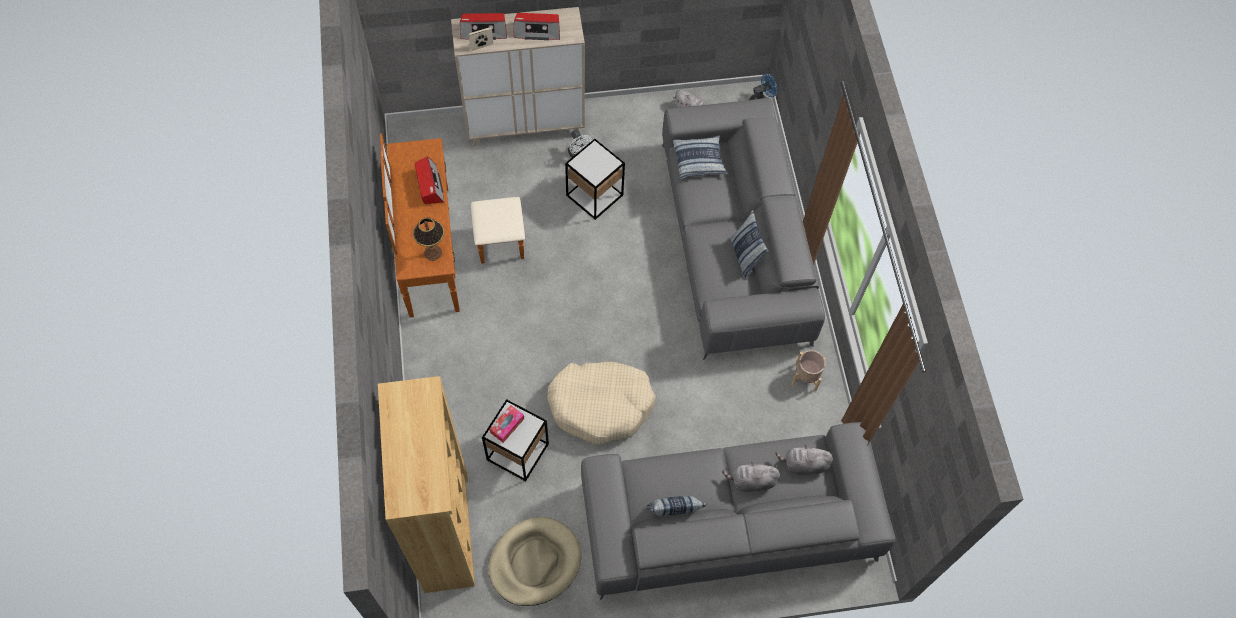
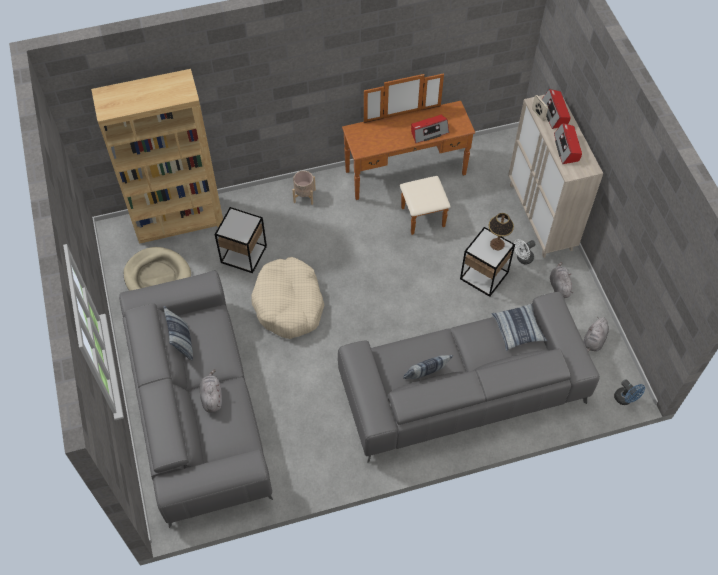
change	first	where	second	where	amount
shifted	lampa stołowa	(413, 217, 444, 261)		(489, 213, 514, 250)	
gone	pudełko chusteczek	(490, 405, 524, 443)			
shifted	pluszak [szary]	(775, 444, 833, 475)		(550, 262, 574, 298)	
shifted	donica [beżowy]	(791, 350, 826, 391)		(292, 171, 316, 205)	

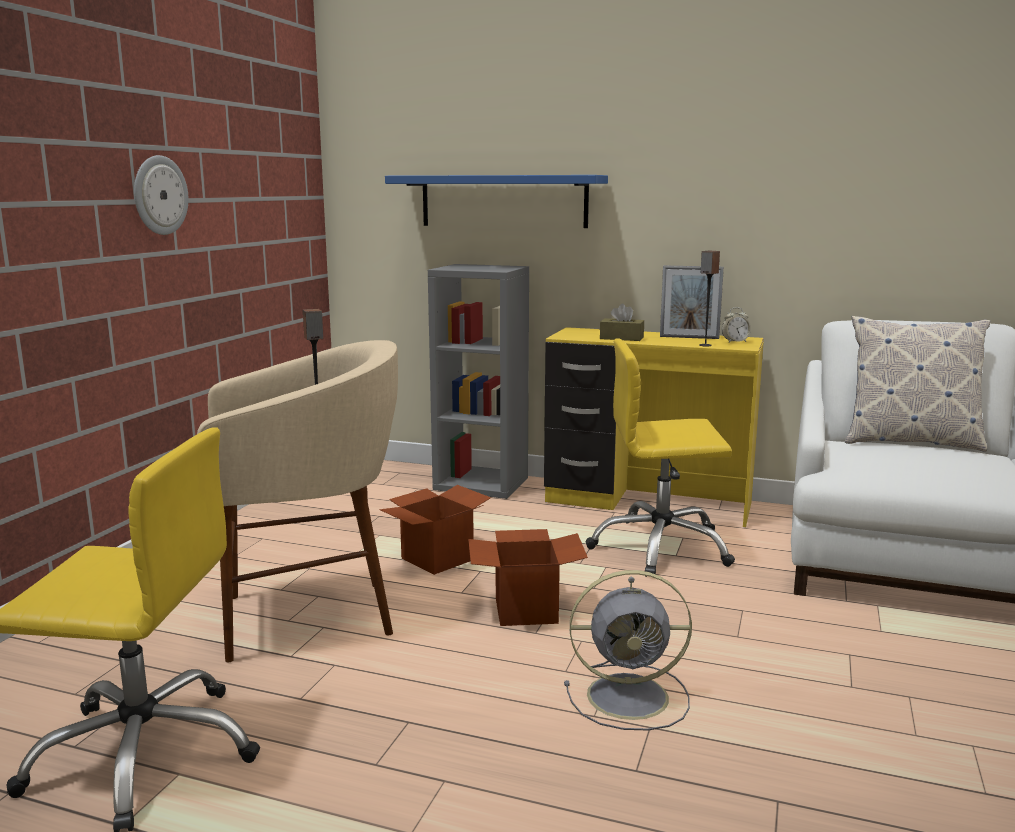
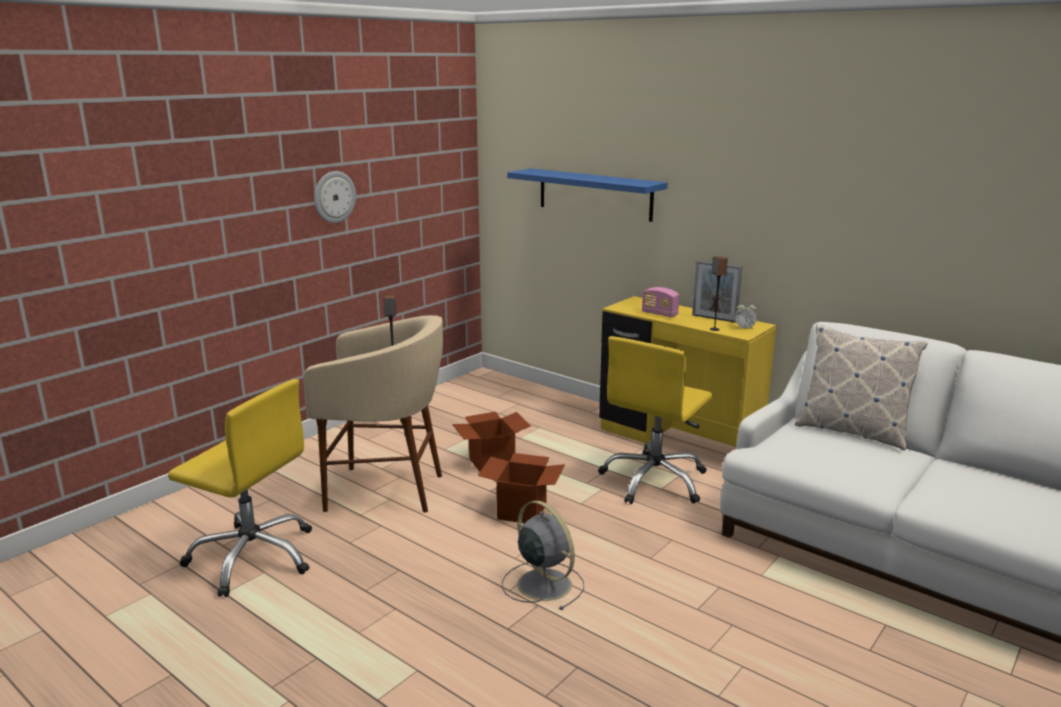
change	first	where	second	where	amount
gone	regał [szary]	(428, 264, 529, 499)			
rotated	wentylator [szary]	(564, 570, 692, 730)		(502, 501, 584, 610)	150 degrees counterclockwise
rotated	krzesło biurowe [żółty]	(586, 338, 735, 577)		(598, 336, 713, 504)	75 degrees counterclockwise
swapped	pudełko chusteczek [brązowy]	(600, 304, 644, 341)	radio	(642, 287, 679, 317)	

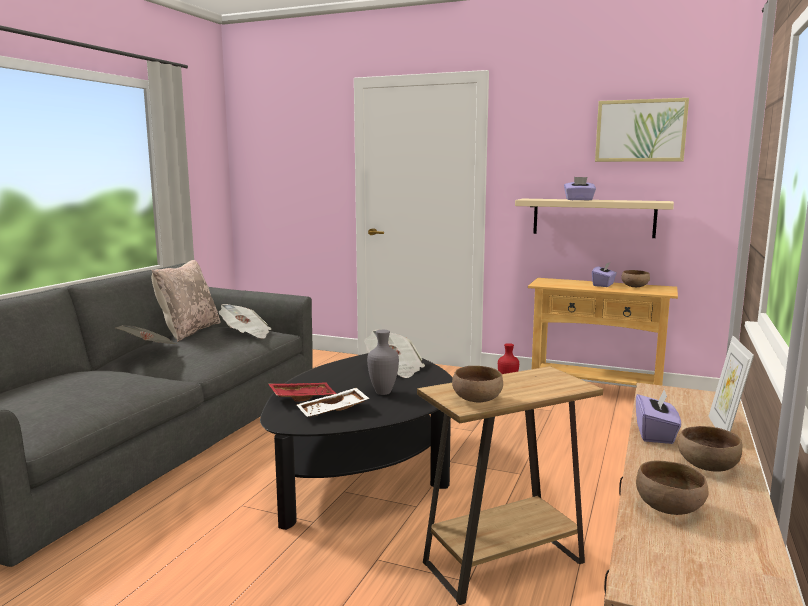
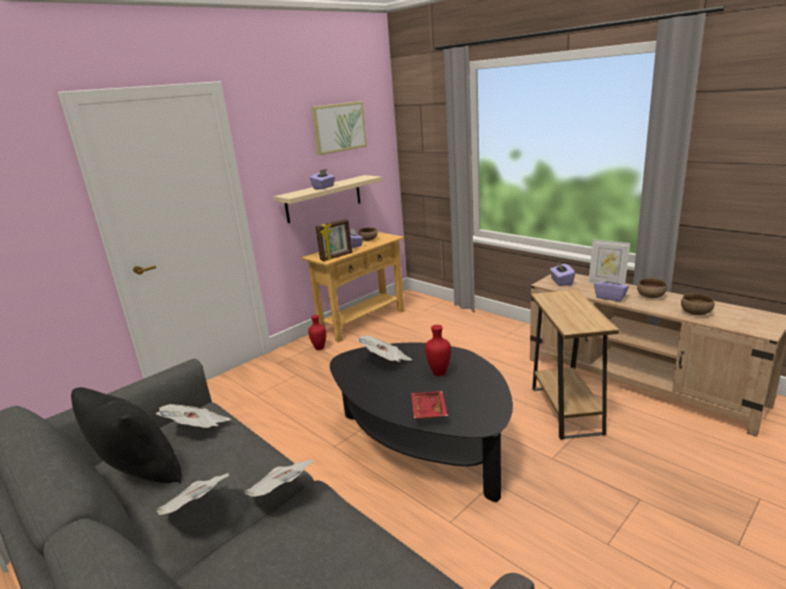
change	first	where	second	where	amount
repainted	poduszka [beżowy]	(152, 260, 220, 342)	poduszka [czarny]	(71, 387, 182, 483)	
gone	taca [biały]	(297, 388, 370, 417)			
repainted	wazon [szary]	(367, 330, 399, 395)	wazon [czerwony]	(425, 325, 451, 376)	
gone	miska [brązowy]	(452, 366, 503, 402)			
new			gazeta	(244, 459, 314, 497)	
new			ramka na zdjęcie	(316, 219, 352, 261)	
new			pudełko chusteczek [fioletowy]	(549, 262, 575, 286)	

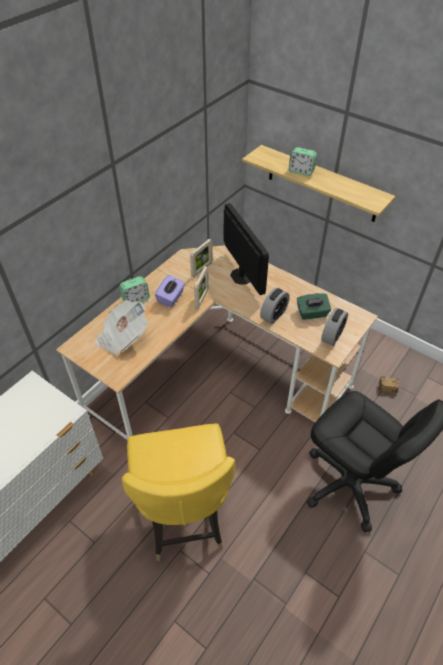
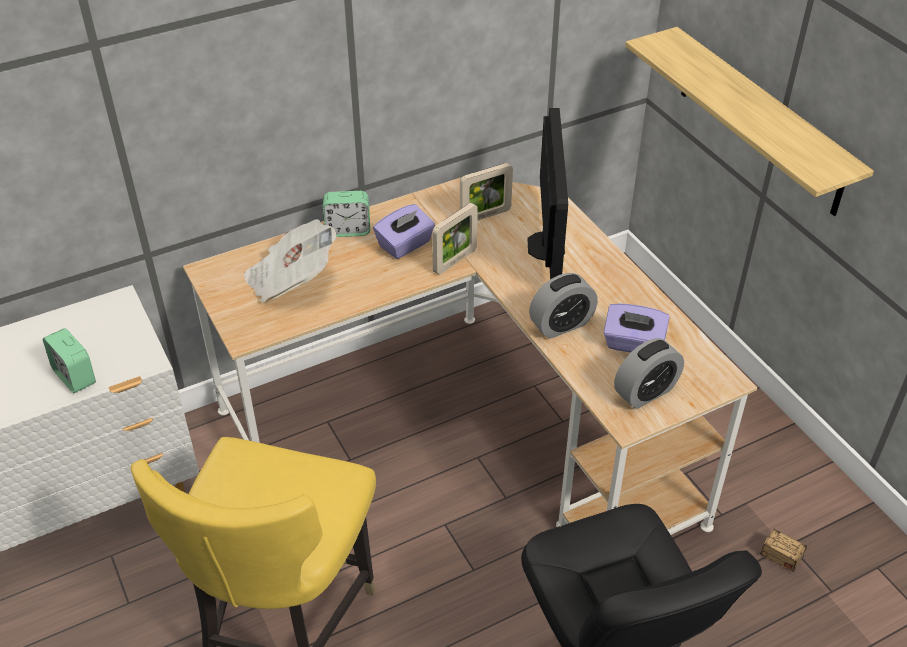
change	first	where	second	where	amount
shifted	budzik	(289, 147, 317, 176)		(43, 328, 96, 393)	
repainted	pudełko chusteczek [zielony]	(297, 293, 331, 320)	pudełko chusteczek [fioletowy]	(604, 303, 670, 353)	

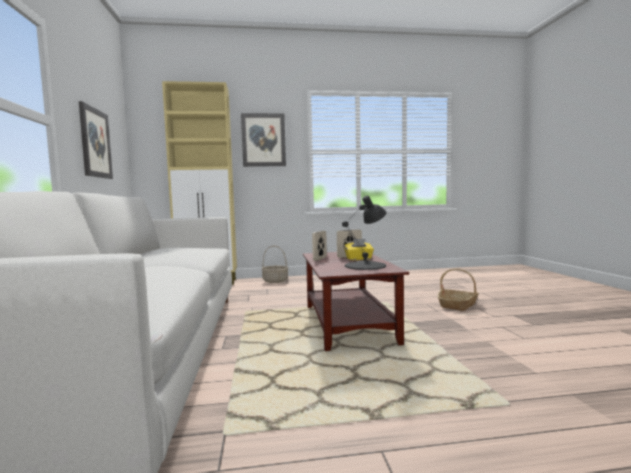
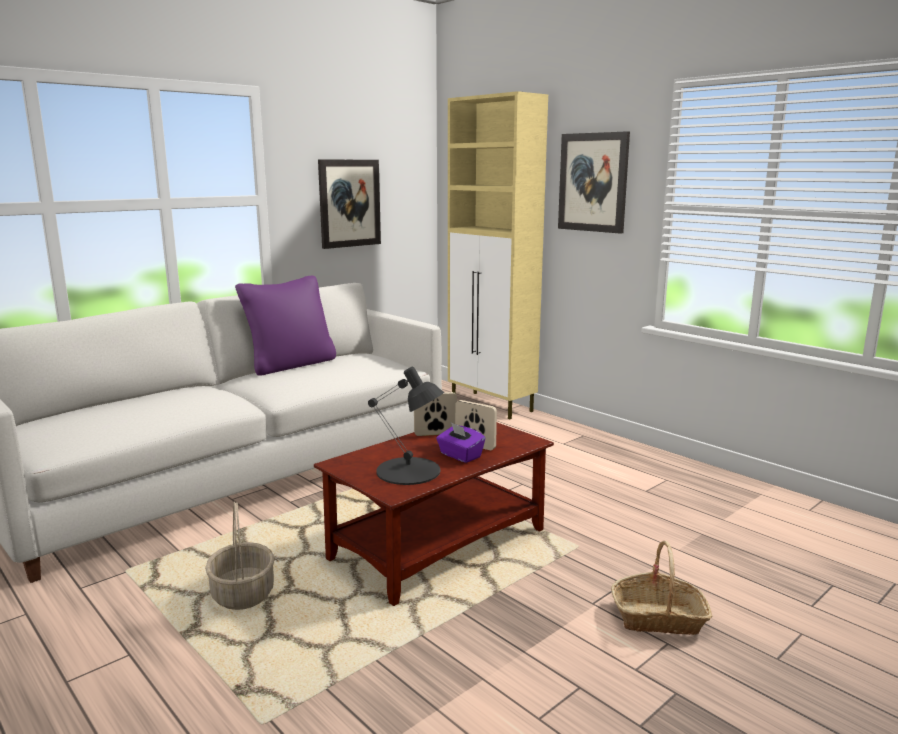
change	first	where	second	where	amount
shifted	koszyk	(261, 246, 289, 283)		(205, 502, 275, 610)	
repainted	pudełko chusteczek [żółty]	(344, 239, 374, 260)	pudełko chusteczek [fioletowy]	(436, 422, 485, 463)	
new			poduszka [fioletowy]	(235, 276, 336, 376)	

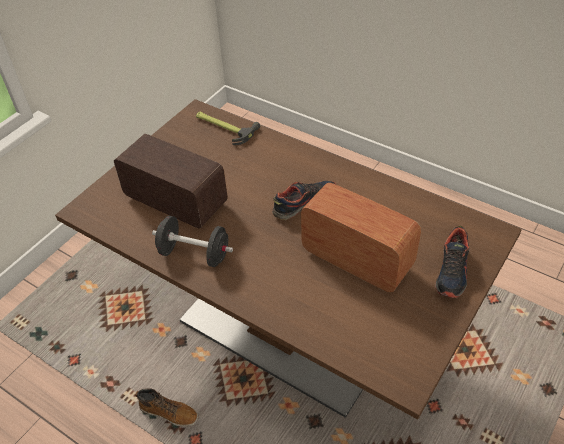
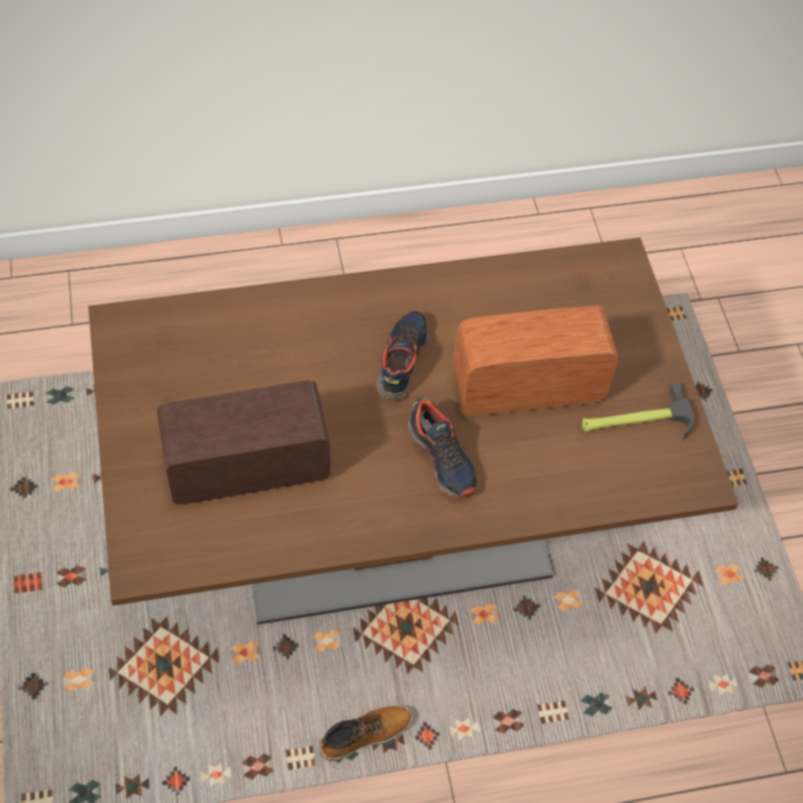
change	first	where	second	where	amount
gone	hantel [czarny]	(152, 216, 233, 267)			
shifted	młotek	(196, 112, 260, 145)		(582, 383, 694, 440)	
shifted	but	(435, 226, 469, 298)		(408, 397, 478, 498)	

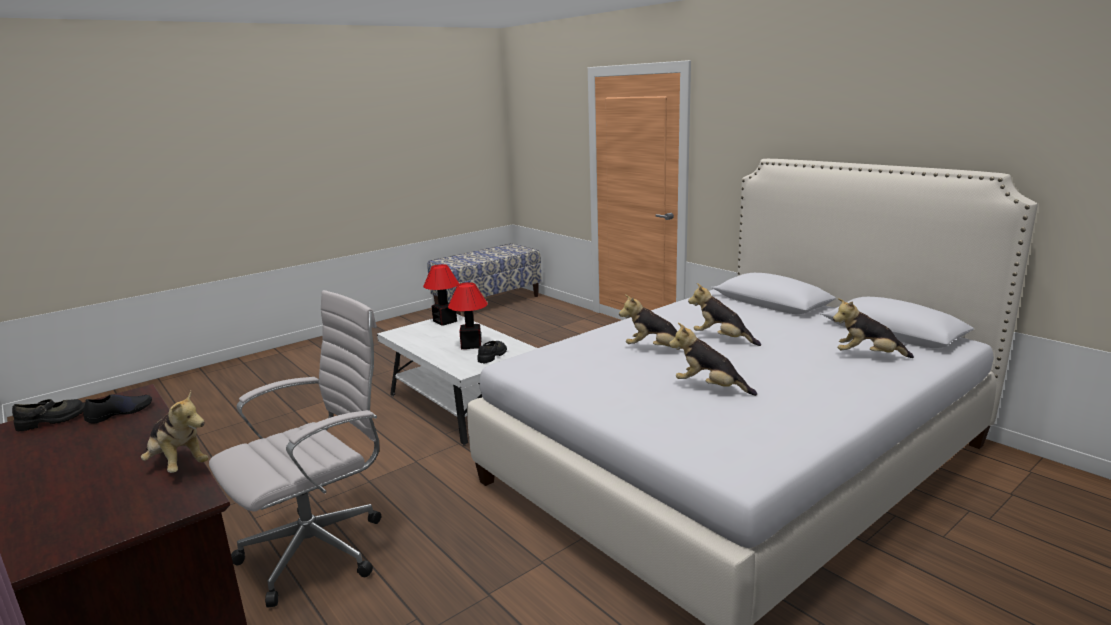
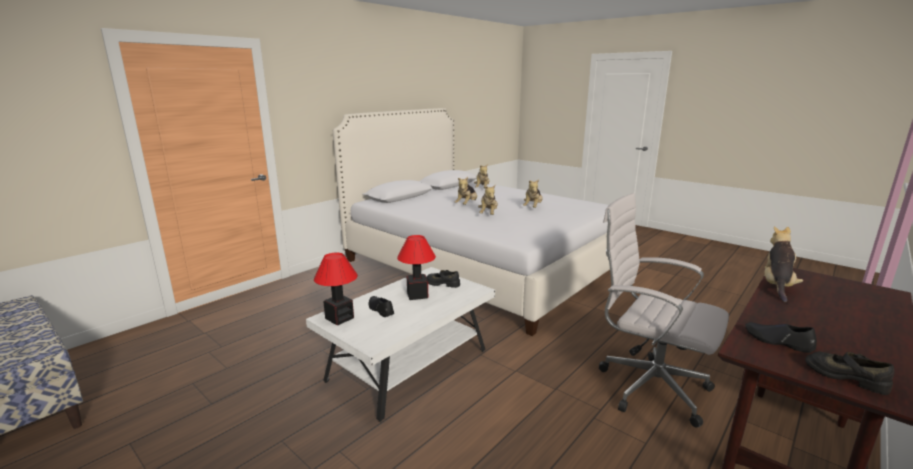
change	first	where	second	where	amount
new			but [czarny]	(369, 296, 394, 317)	

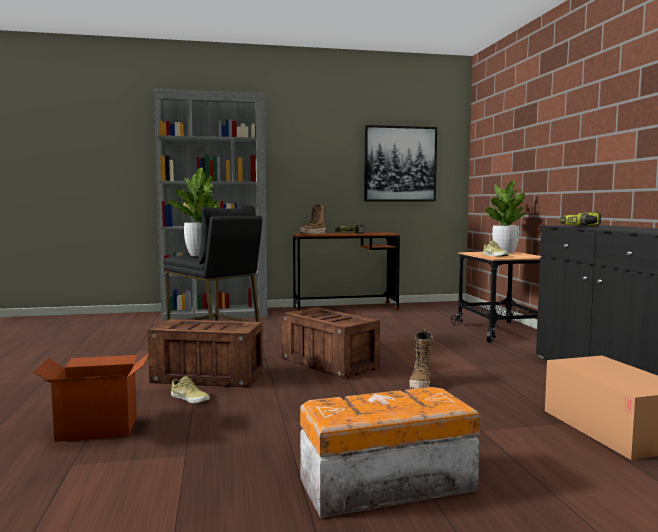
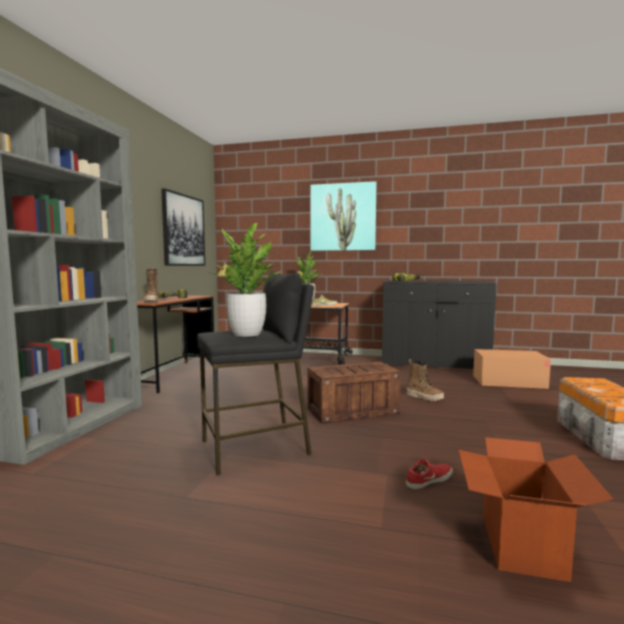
change	first	where	second	where	amount
gone	skrzynka	(147, 319, 263, 388)			
repainted	but [beżowy]	(171, 376, 210, 403)	but [czerwony]	(406, 459, 453, 489)	
new			obraz	(310, 181, 376, 251)	

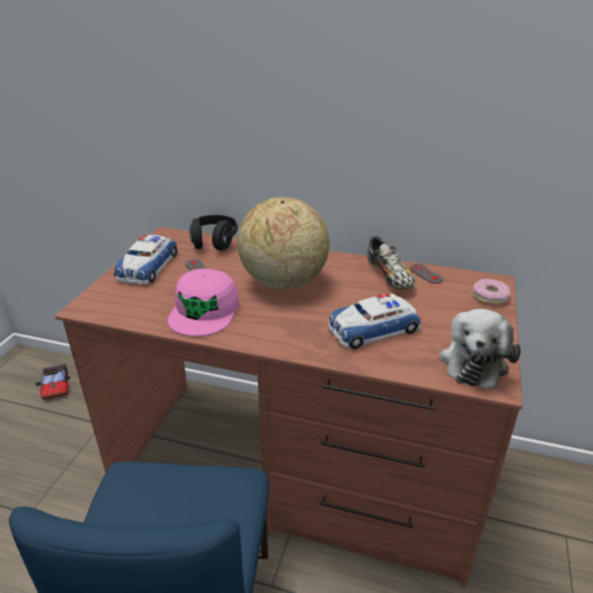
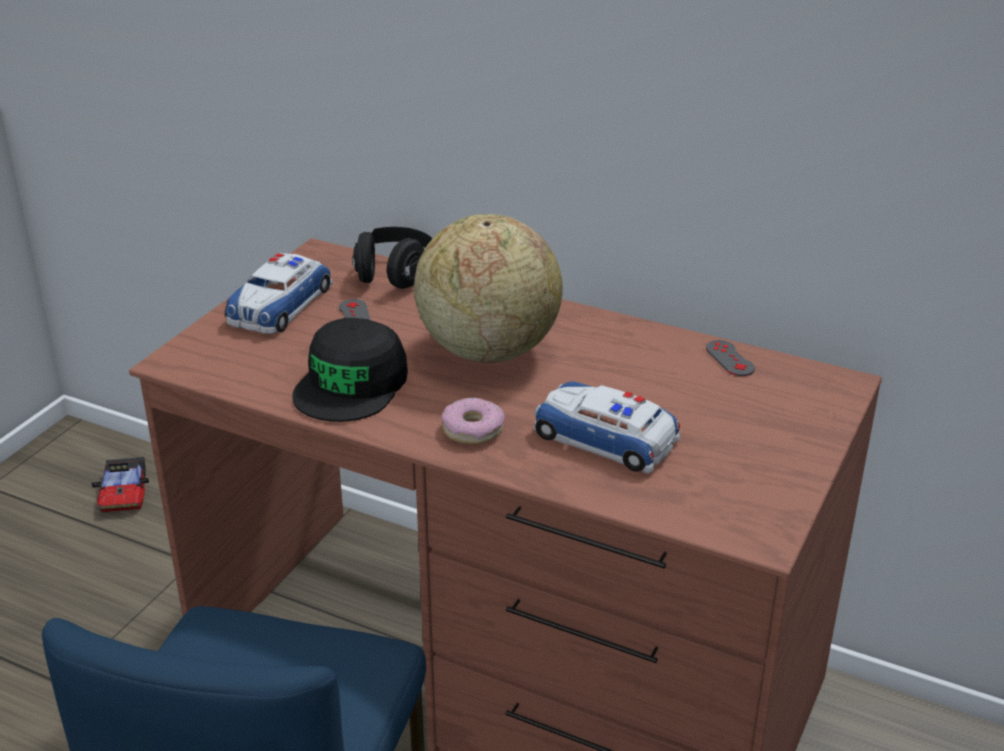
change	first	where	second	where	amount
repainted	czapka z daszkiem [różowy]	(168, 269, 239, 336)	czapka z daszkiem [czarny]	(292, 318, 408, 422)	
rotated	samochodzik	(328, 293, 421, 349)		(534, 381, 681, 474)	45 degrees clockwise
gone	but	(367, 236, 415, 290)			
gone	pluszak	(439, 309, 521, 390)			
shifted	donut	(473, 279, 511, 305)		(441, 398, 505, 444)	

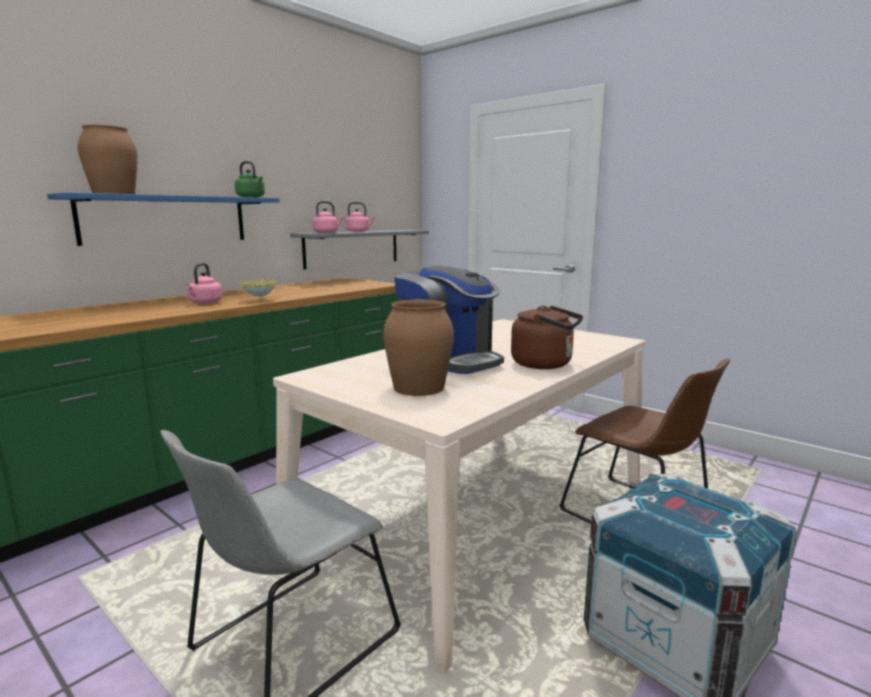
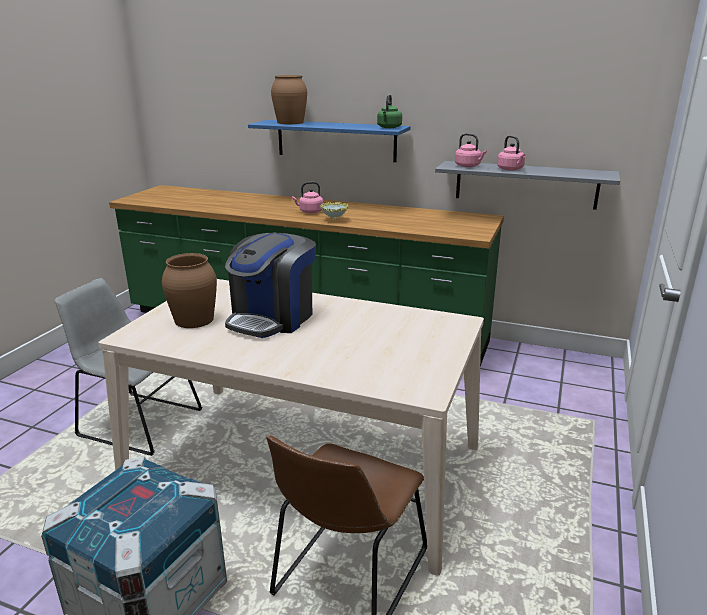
change	first	where	second	where	amount
gone	czajnik [brązowy]	(511, 306, 583, 369)			

